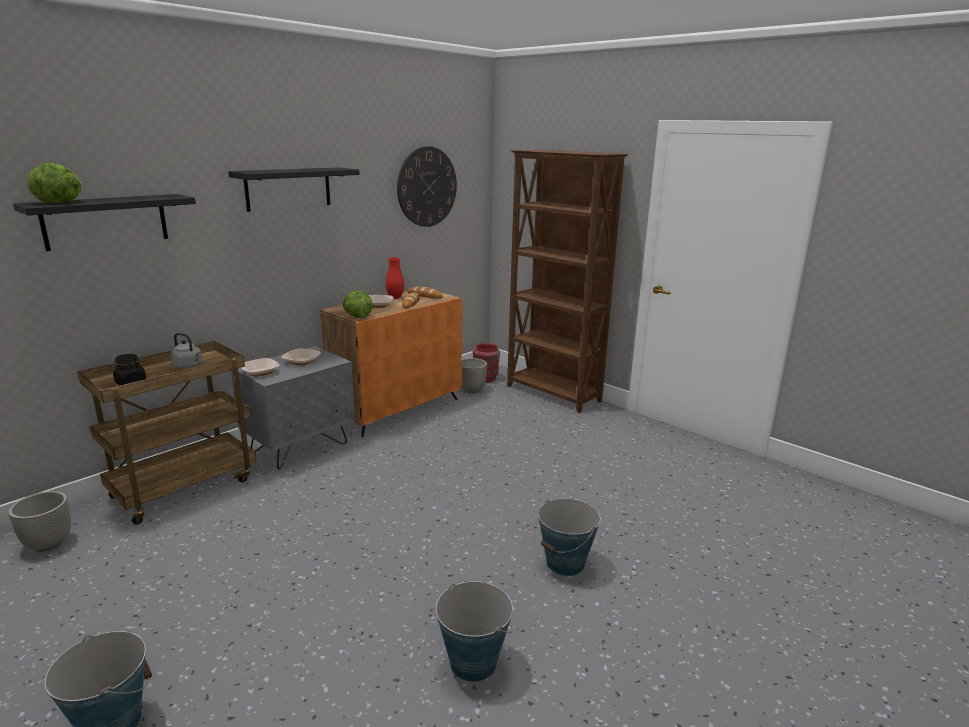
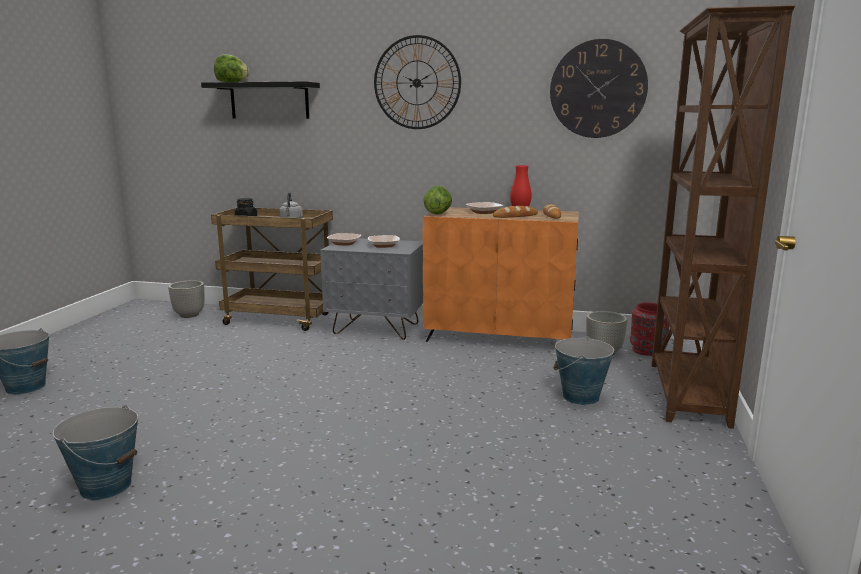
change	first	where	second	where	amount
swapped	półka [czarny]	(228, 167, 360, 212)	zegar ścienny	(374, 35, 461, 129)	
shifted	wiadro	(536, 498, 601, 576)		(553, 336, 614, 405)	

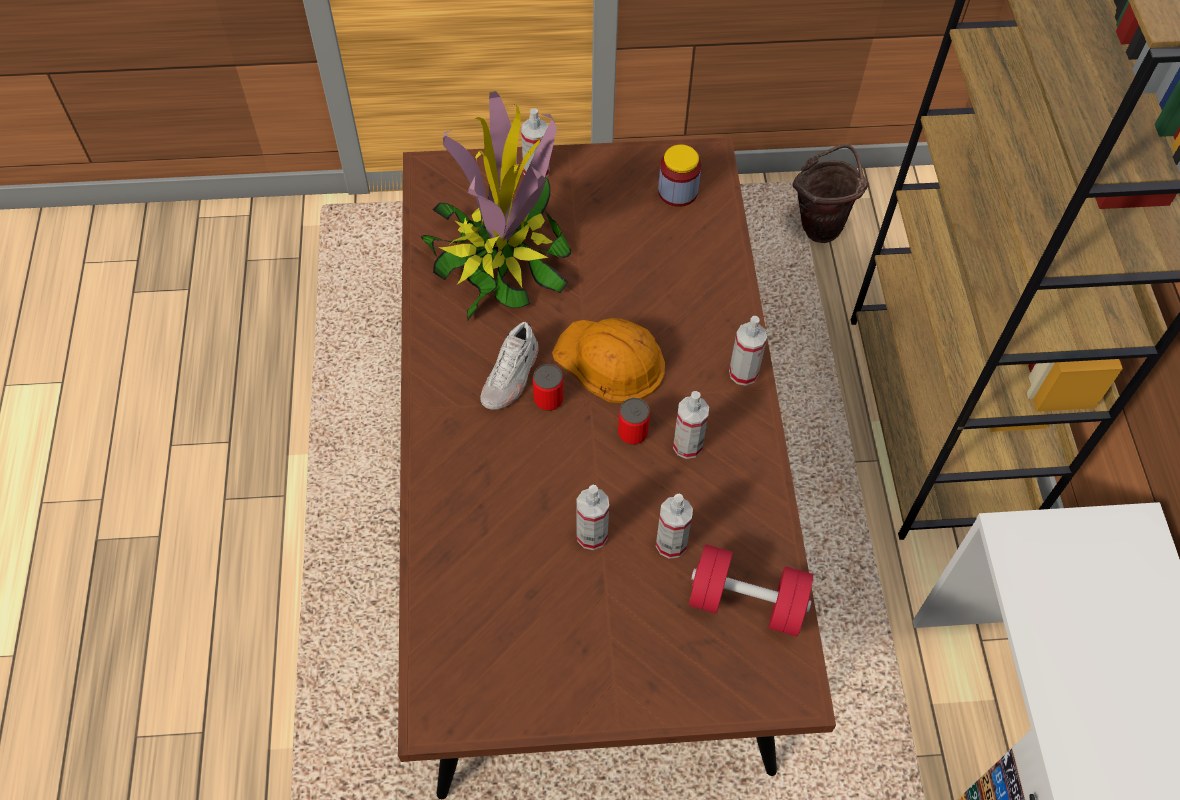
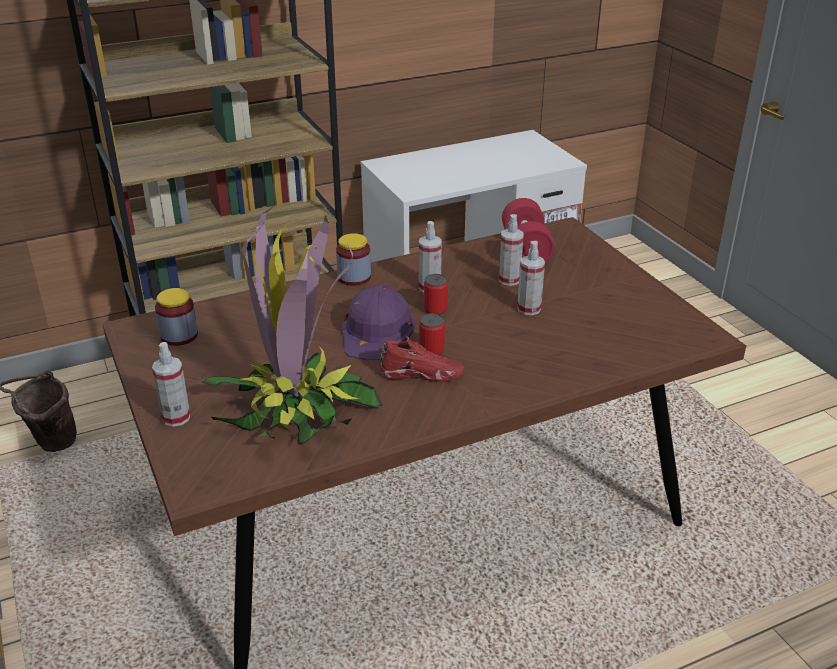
change	first	where	second	where	amount
repainted	but [biały]	(481, 322, 539, 410)	but [czerwony]	(380, 336, 464, 382)	
repainted	kask [pomarańczowy]	(552, 318, 665, 403)	kask [fioletowy]	(342, 284, 416, 360)	
swapped	spryskiwacz	(729, 316, 767, 386)	słoik	(336, 234, 371, 286)	

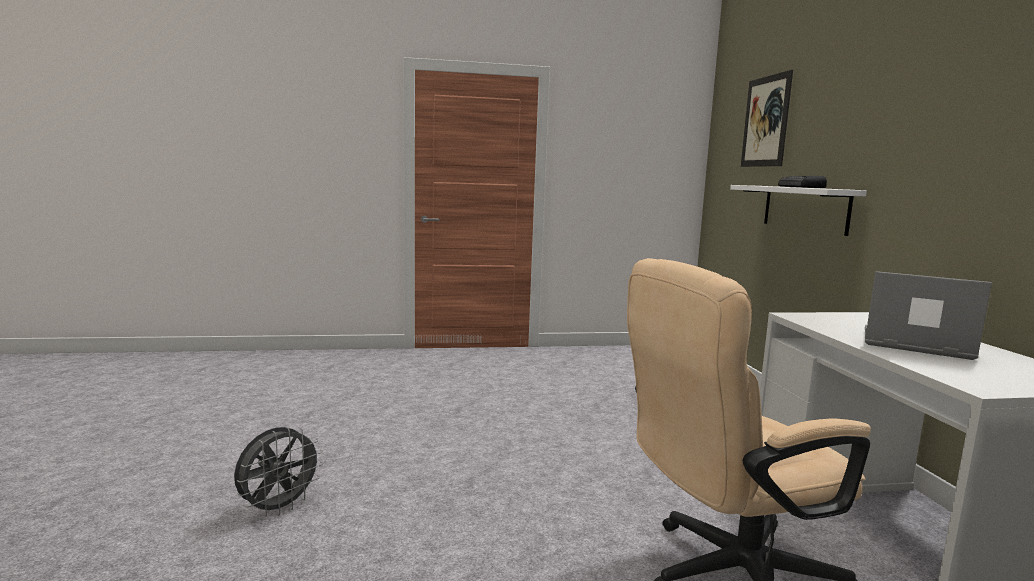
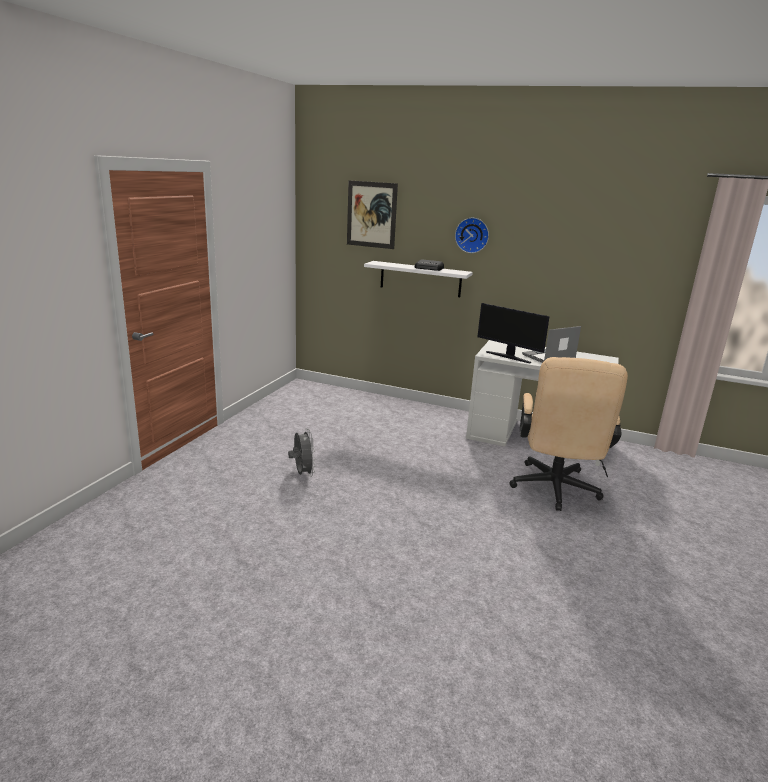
change	first	where	second	where	amount
shifted	wentylator [szary]	(234, 427, 323, 517)		(288, 429, 316, 477)	
new			zegar ścienny	(455, 218, 489, 253)	
new			monitor	(477, 303, 550, 364)	

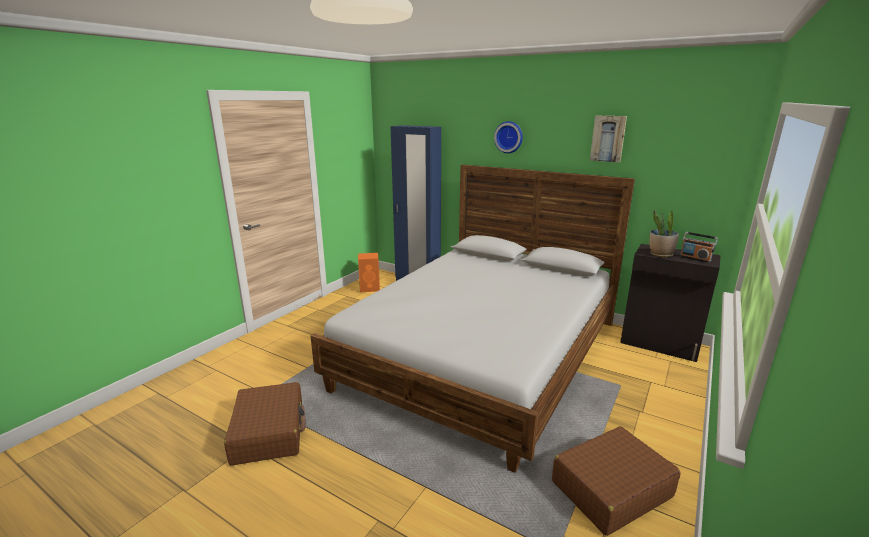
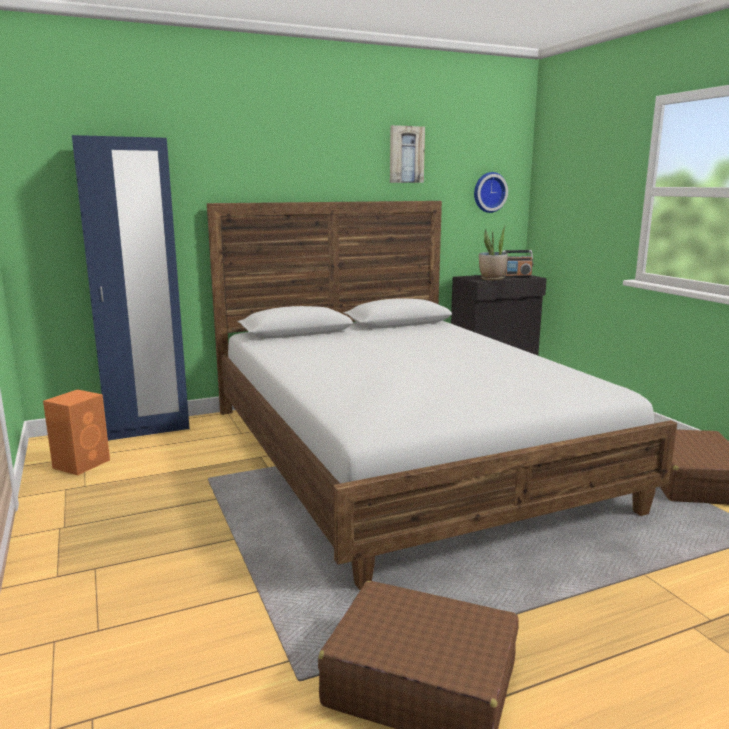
change	first	where	second	where	amount
shifted	zegar ścienny	(494, 121, 523, 153)		(474, 172, 508, 213)	

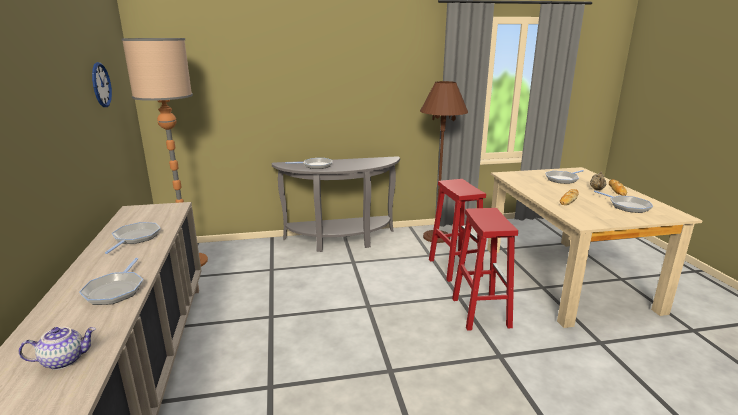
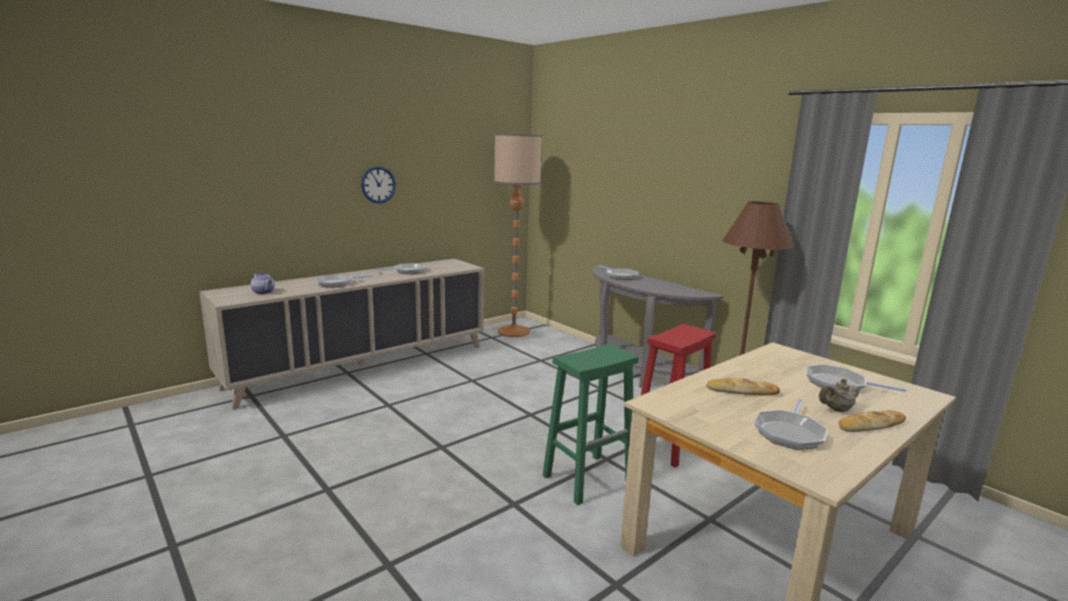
change	first	where	second	where	amount
shifted	zegar ścienny	(92, 62, 112, 107)		(361, 166, 396, 203)	
repainted	stołek [czerwony]	(452, 208, 518, 331)	stołek [zielony]	(543, 344, 639, 505)	

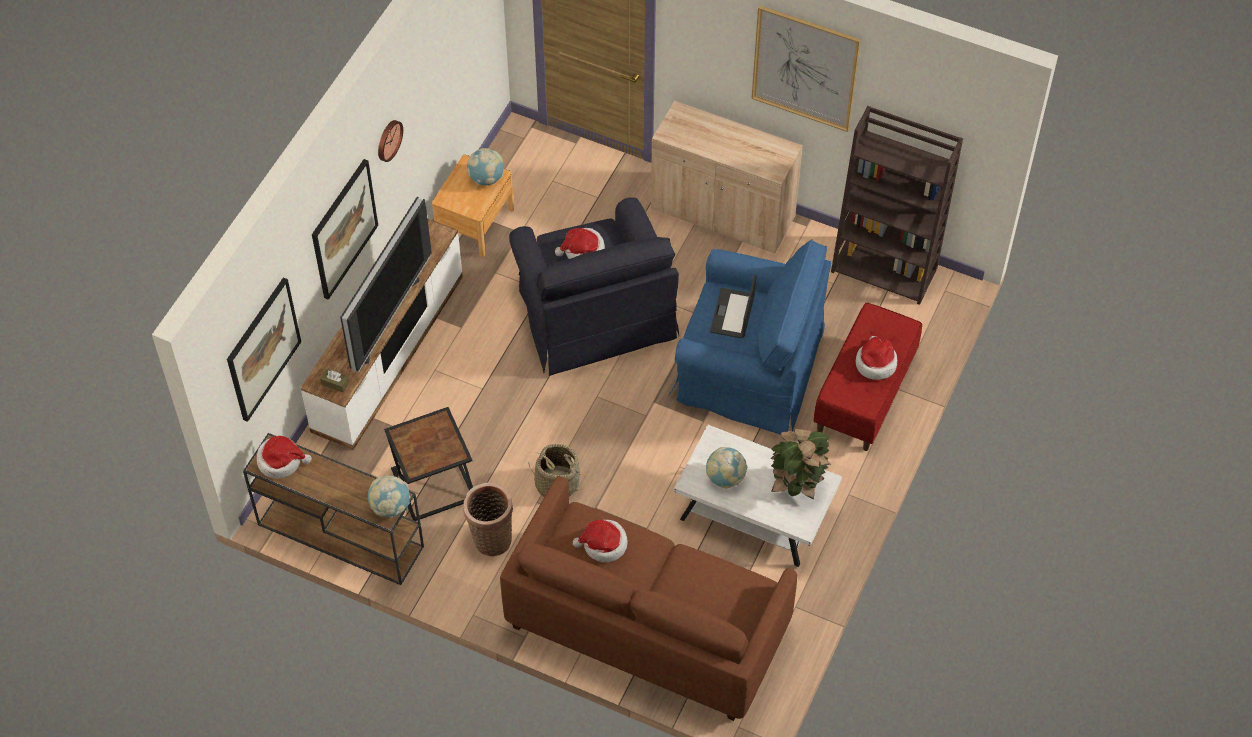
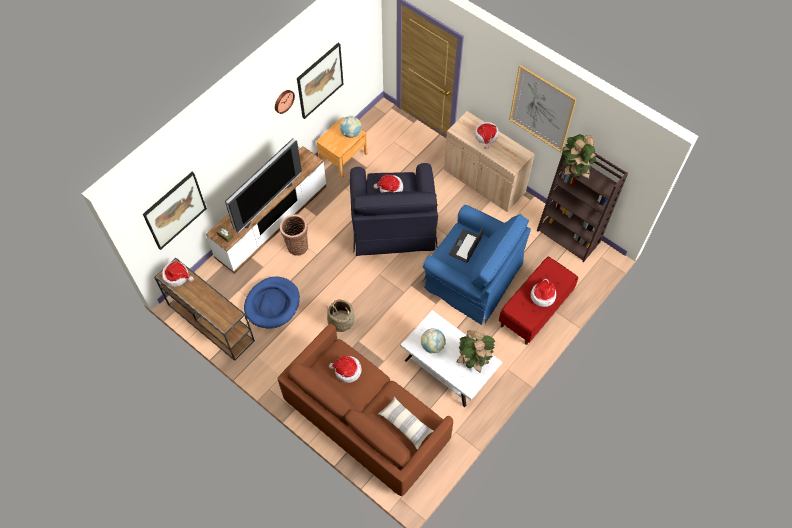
change	first	where	second	where	amount
shifted	obraz	(312, 159, 378, 300)		(297, 43, 343, 119)	
gone	globus	(368, 475, 410, 518)			
swapped	stolik [czarny]	(384, 407, 473, 521)	legowisko [niebieski]	(244, 277, 300, 328)	
shifted	koszyk	(463, 483, 513, 556)		(280, 214, 308, 256)	
new			poduszka	(378, 397, 434, 450)	
new			kapelusz	(475, 122, 499, 149)	
new			roślina doniczkowa	(562, 134, 597, 179)	

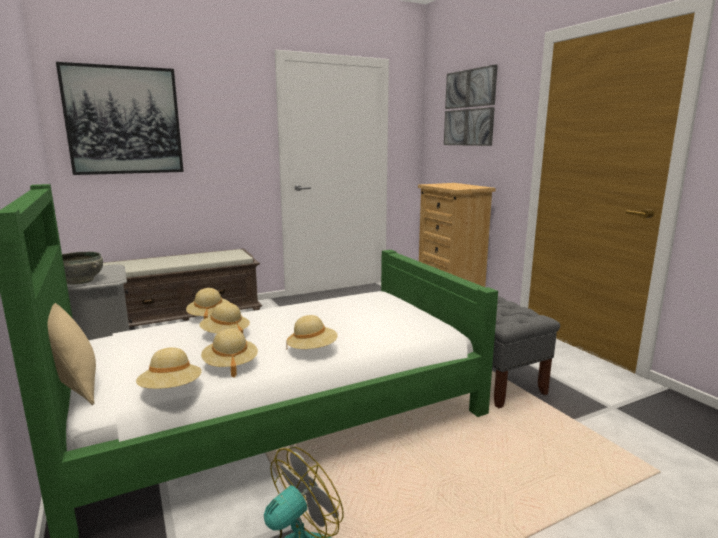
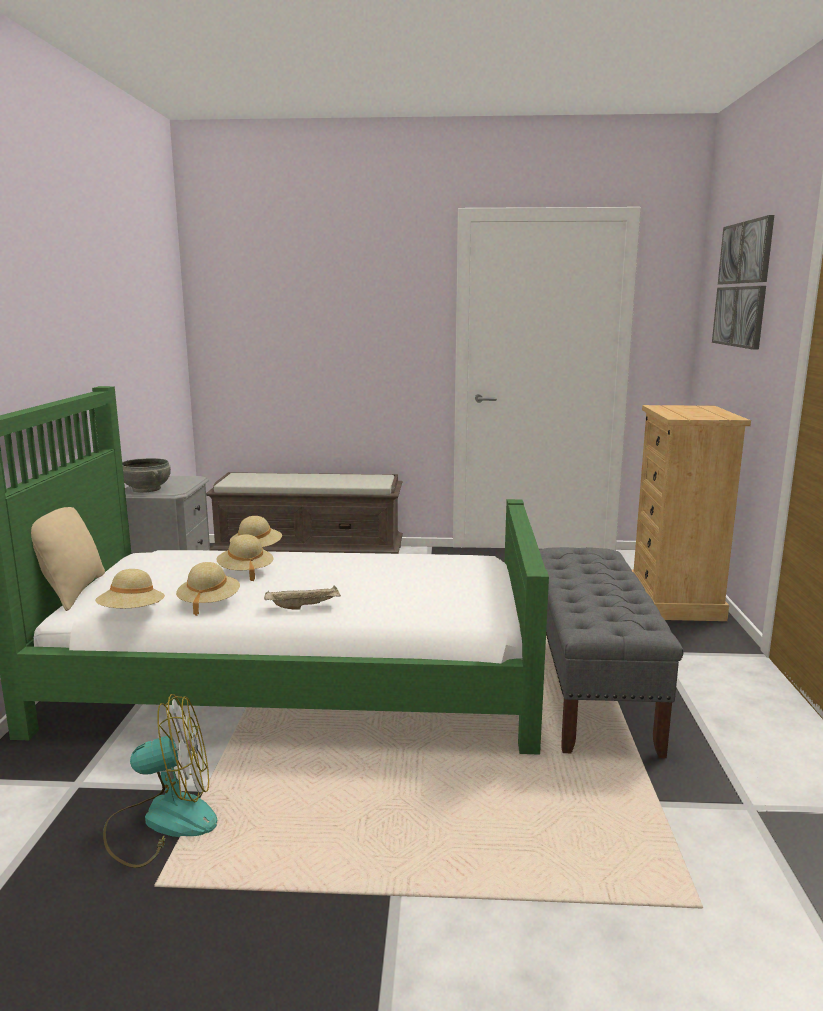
change	first	where	second	where	amount
gone	obraz	(56, 62, 184, 175)			
swapped	kapelusz [beżowy]	(286, 315, 338, 349)	taca [beżowy]	(264, 585, 341, 610)	

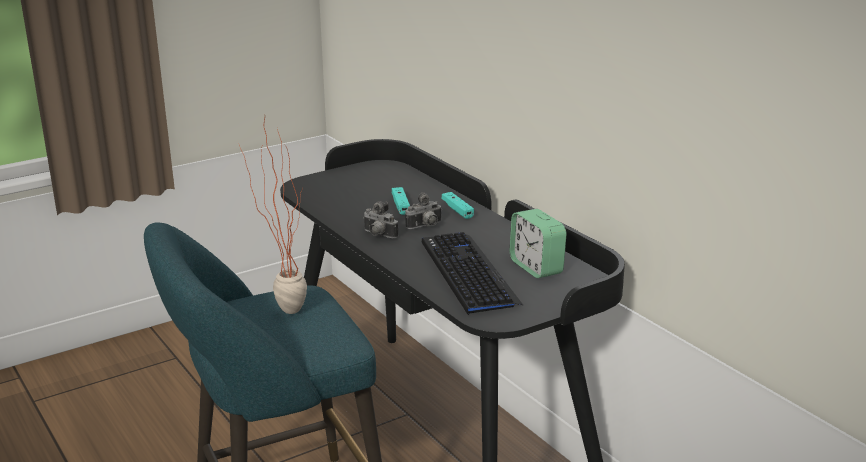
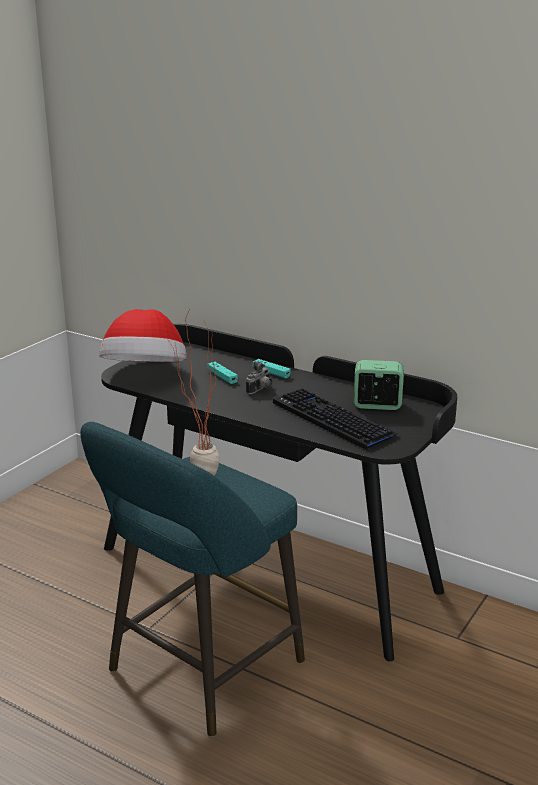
change	first	where	second	where	amount
gone	aparat fotograficzny	(364, 201, 399, 239)			
rotated	budzik	(510, 209, 567, 278)		(354, 360, 404, 410)	150 degrees clockwise
new			kapelusz	(99, 309, 186, 362)	

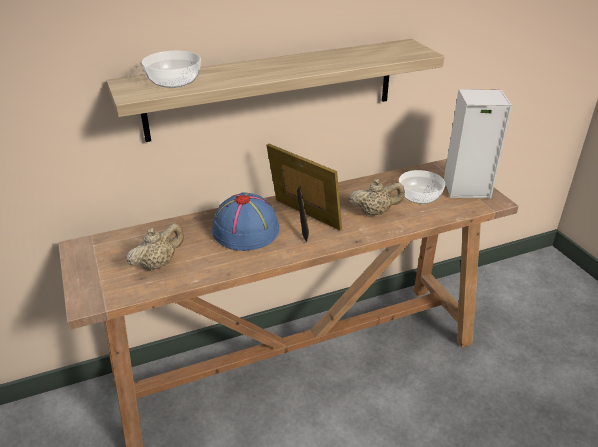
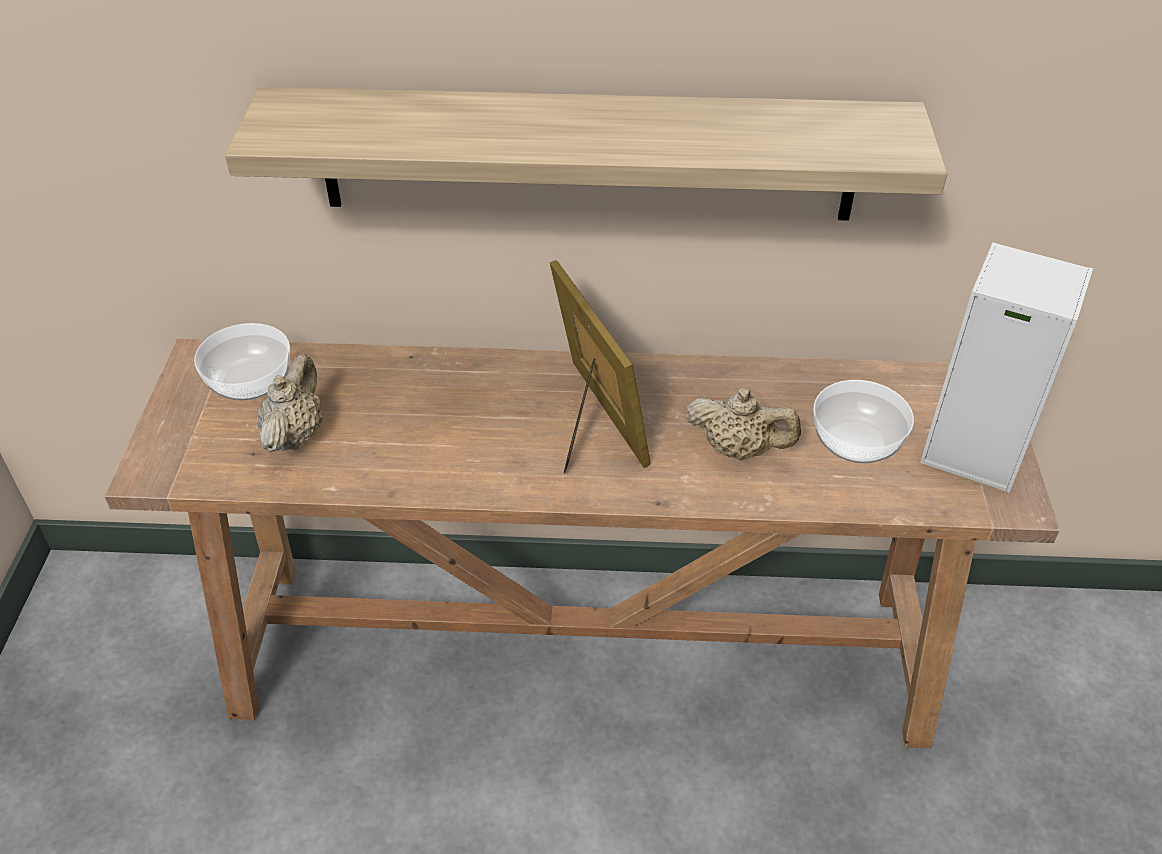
change	first	where	second	where	amount
rotated	imbryk [beżowy]	(127, 223, 184, 271)		(257, 354, 323, 452)	60 degrees counterclockwise
shifted	miska	(142, 51, 201, 88)		(194, 323, 290, 400)	
gone	kapelusz [niebieski]	(212, 192, 279, 251)			

